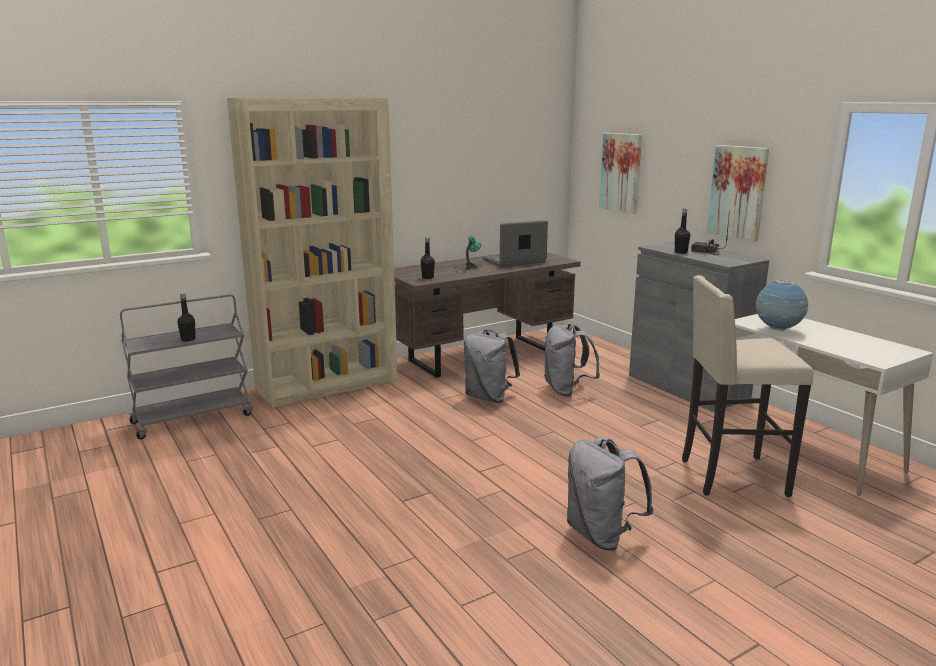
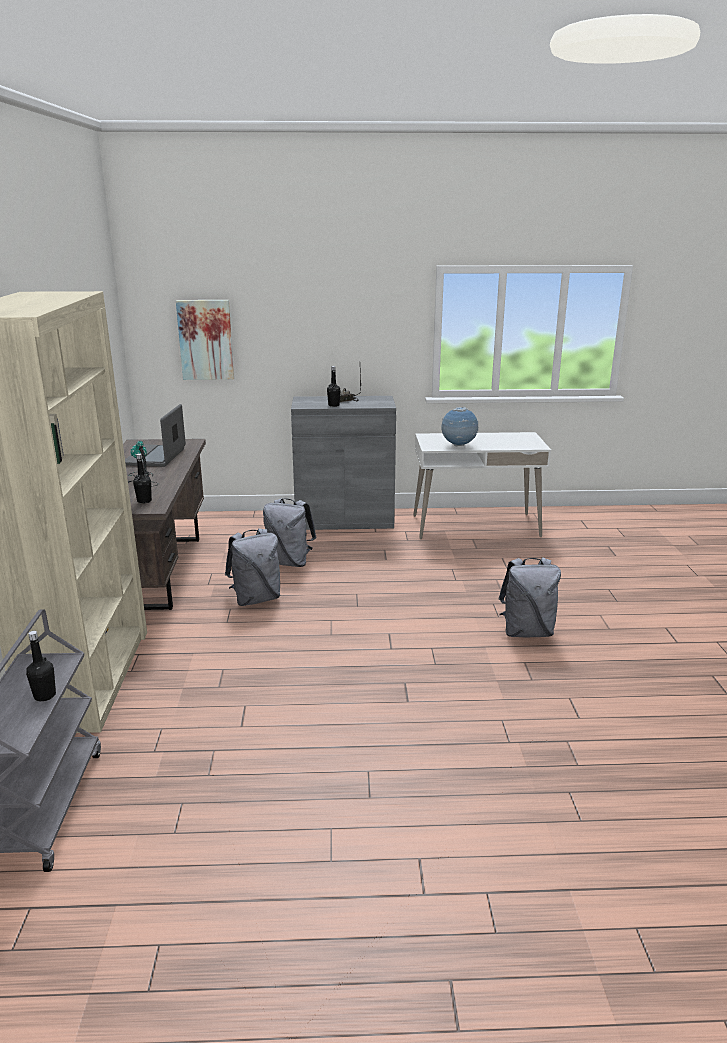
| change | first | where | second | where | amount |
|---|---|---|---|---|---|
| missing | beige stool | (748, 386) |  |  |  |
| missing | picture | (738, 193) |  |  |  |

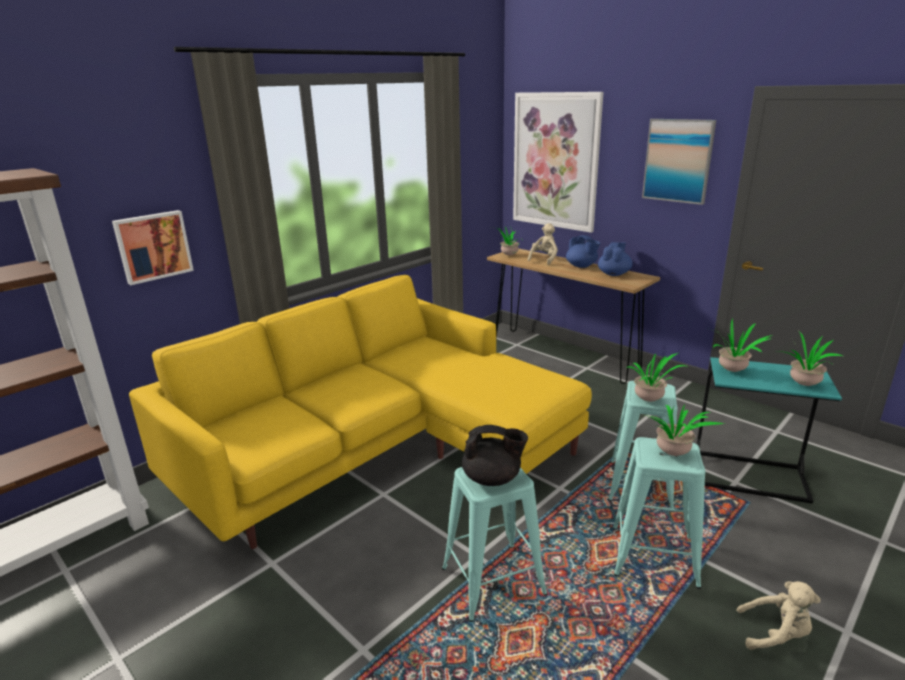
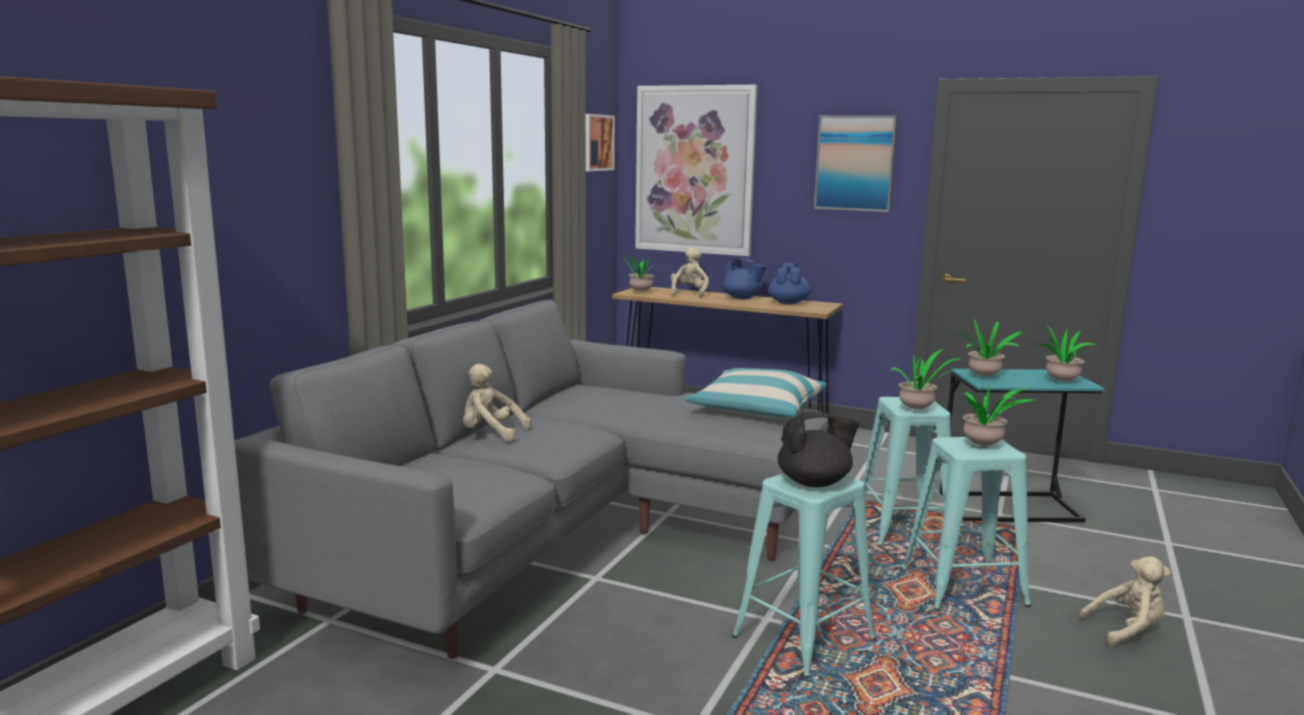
| change | first | where | second | where | amount |
|---|---|---|---|---|---|
| colour | yellow sofa | (360, 412) | grey sofa | (531, 479) |  |
| appeared |  |  | beige plush toy | (497, 402) |  |
| relocated | picture | (153, 247) |  | (600, 142) |  |
| appeared |  |  | pillow | (756, 393) |  |

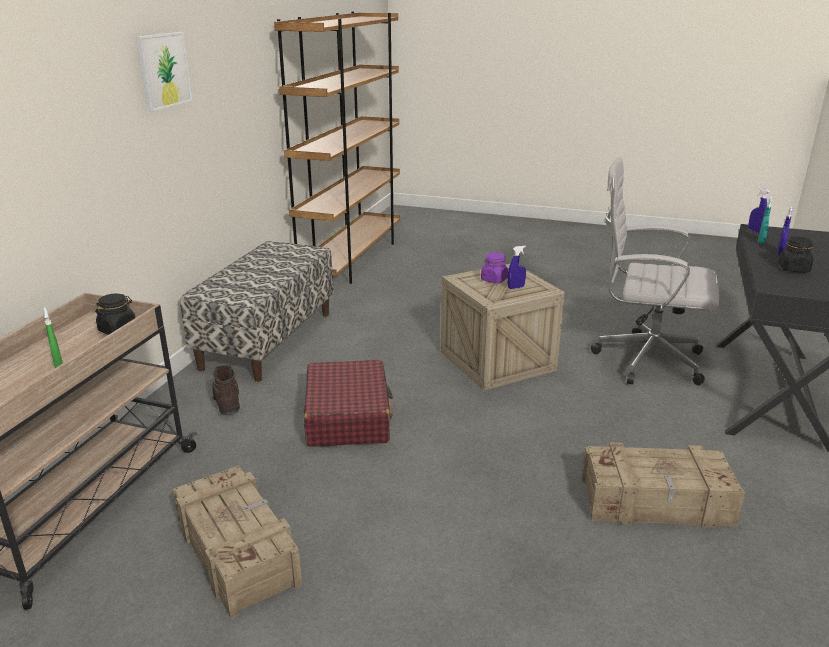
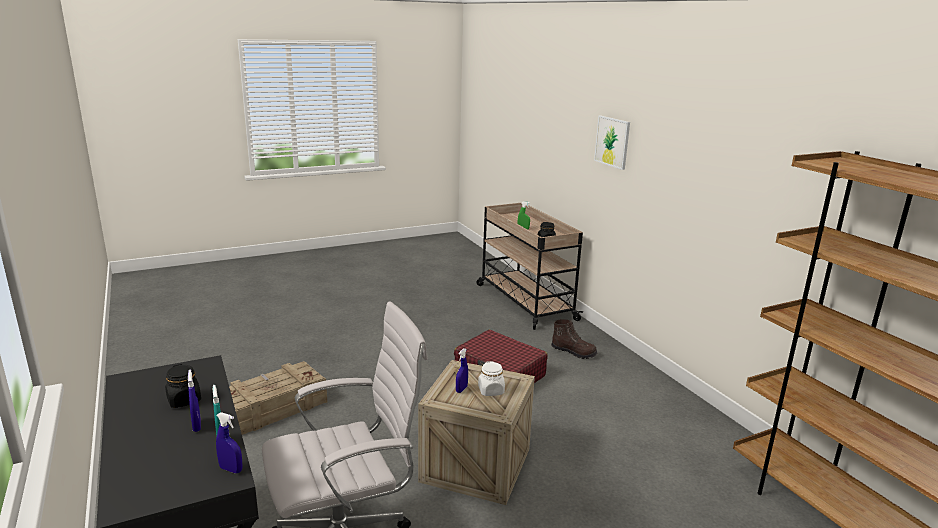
| change | first | where | second | where | amount |
|---|---|---|---|---|---|
| colour | purple jar | (494, 267) | white jar | (491, 378) |  |
| relocated | picture | (164, 72) |  | (612, 143) |  |
| missing | crate | (237, 542) |  |  |  |
| missing | bench | (257, 311) |  |  |  |

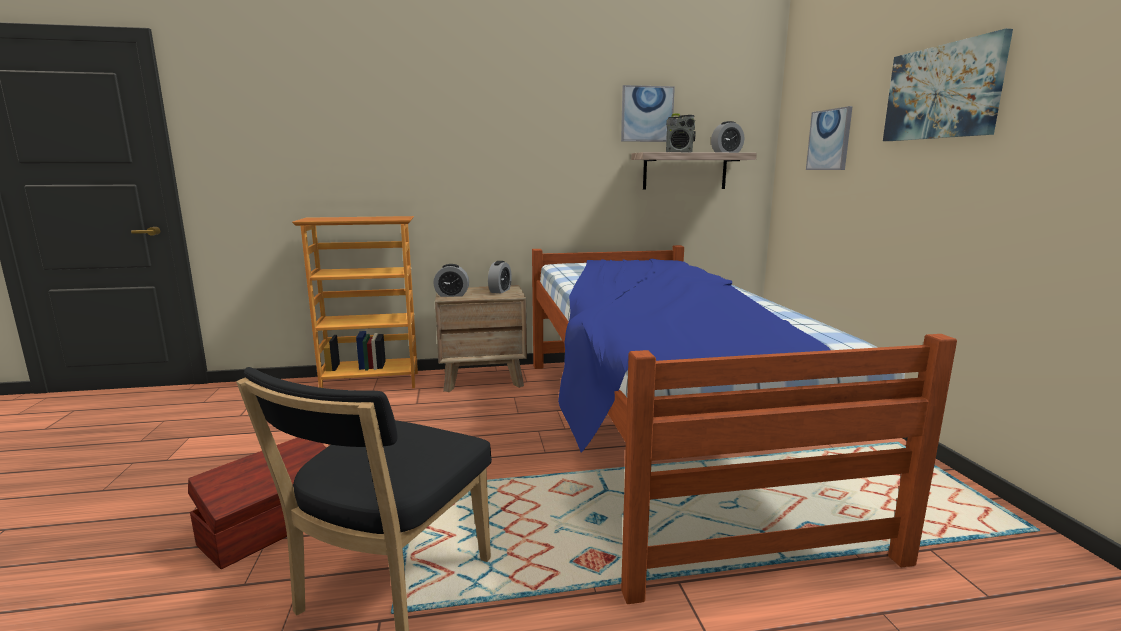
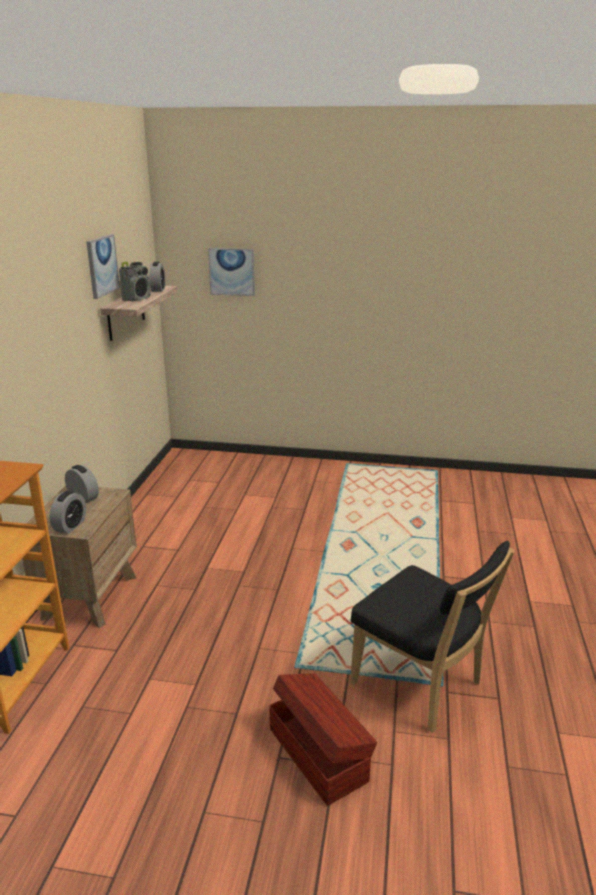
| change | first | where | second | where | amount |
|---|---|---|---|---|---|
| missing | bed | (744, 424) |  |  |  |
| missing | picture | (948, 85) |  |  |  |

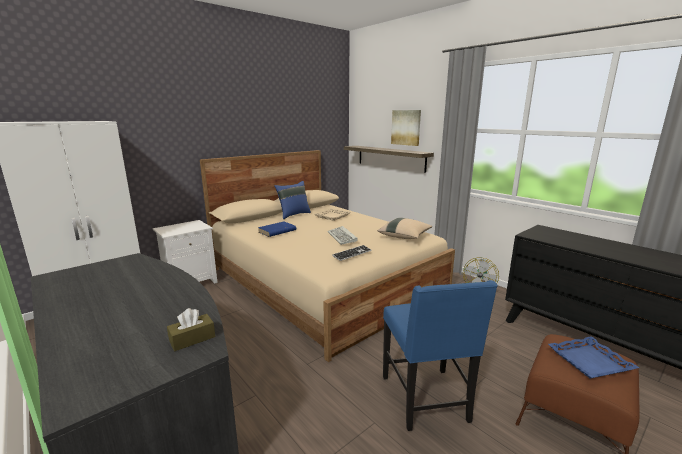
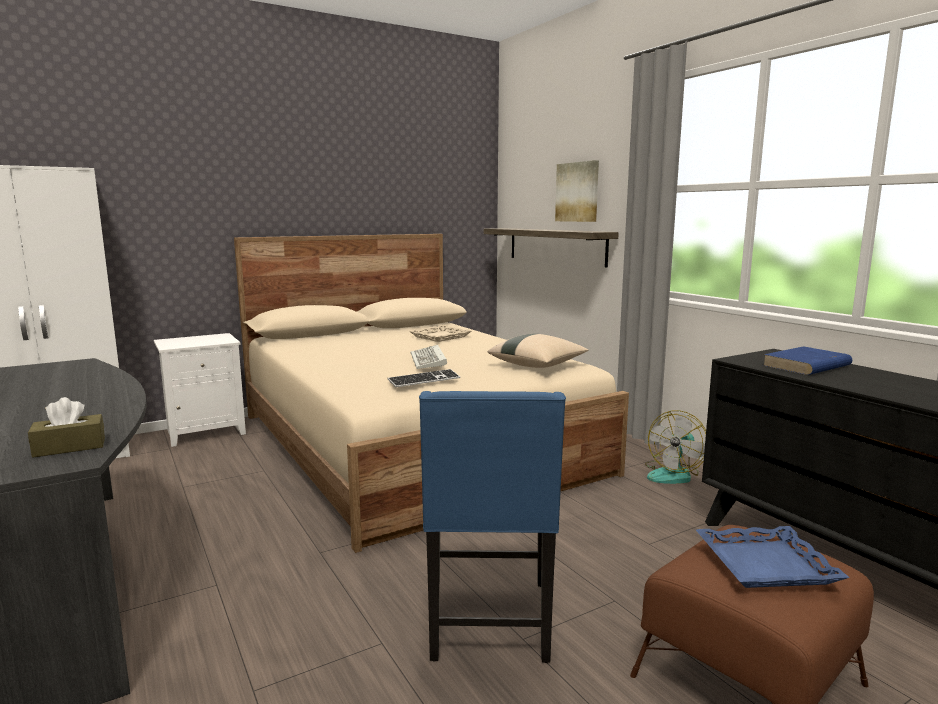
| change | first | where | second | where | amount |
|---|---|---|---|---|---|
| relocated | blue book | (277, 229) |  | (807, 360) |  |
| missing | blue pillow | (292, 200) |  |  |  |

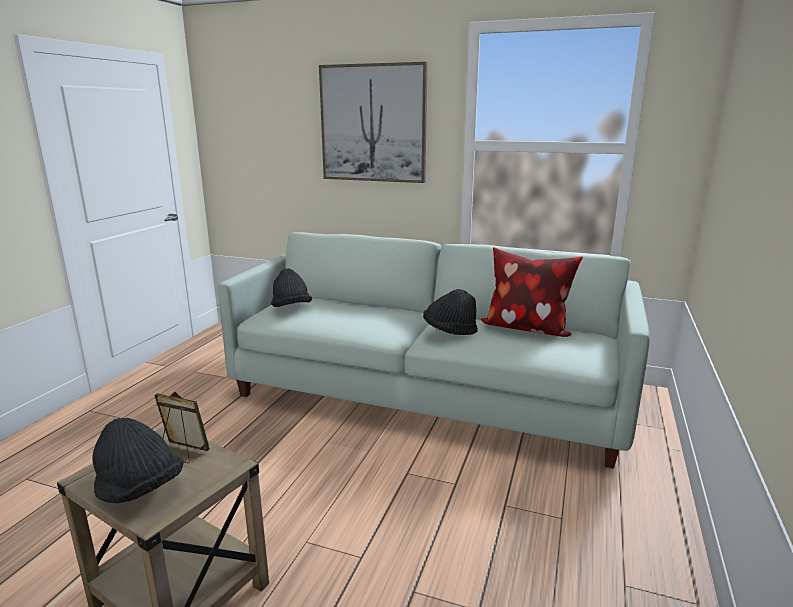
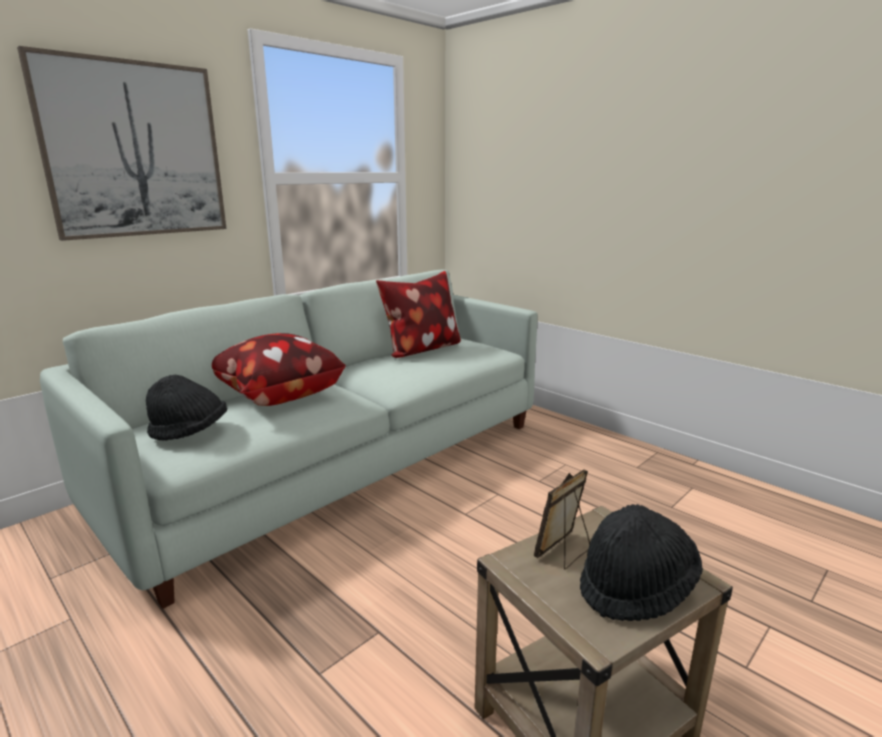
| change | first | where | second | where | amount |
|---|---|---|---|---|---|
| appeared |  |  | pillow | (278, 369) |  |
| missing | black hat | (450, 312) |  |  |  |

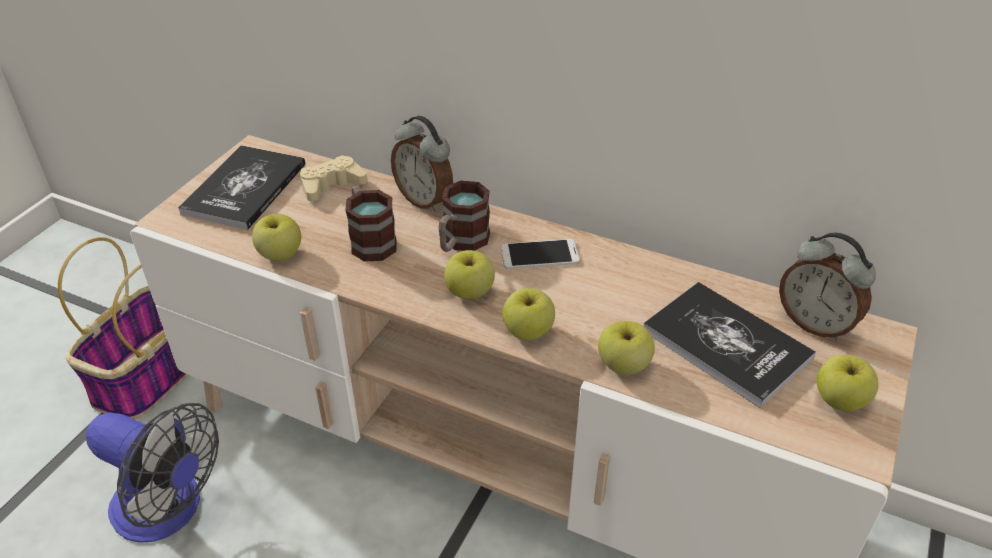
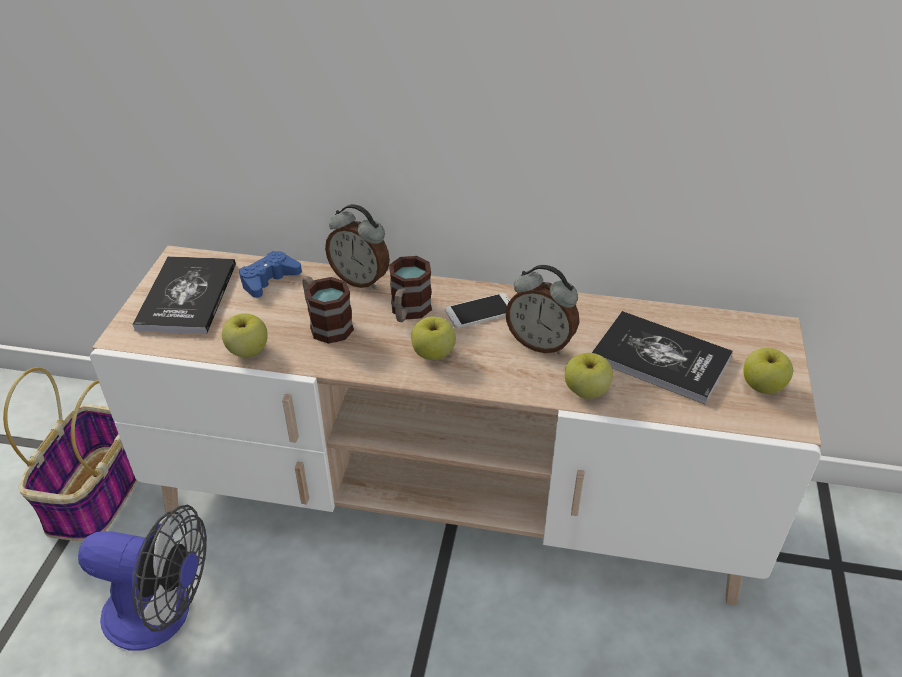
| change | first | where | second | where | amount |
|---|---|---|---|---|---|
| colour | beige game controller | (333, 178) | blue game controller | (270, 274) |  |
| relocated | alarm clock | (827, 286) |  | (542, 309) |  |
| missing | apple | (529, 314) |  |  |  |

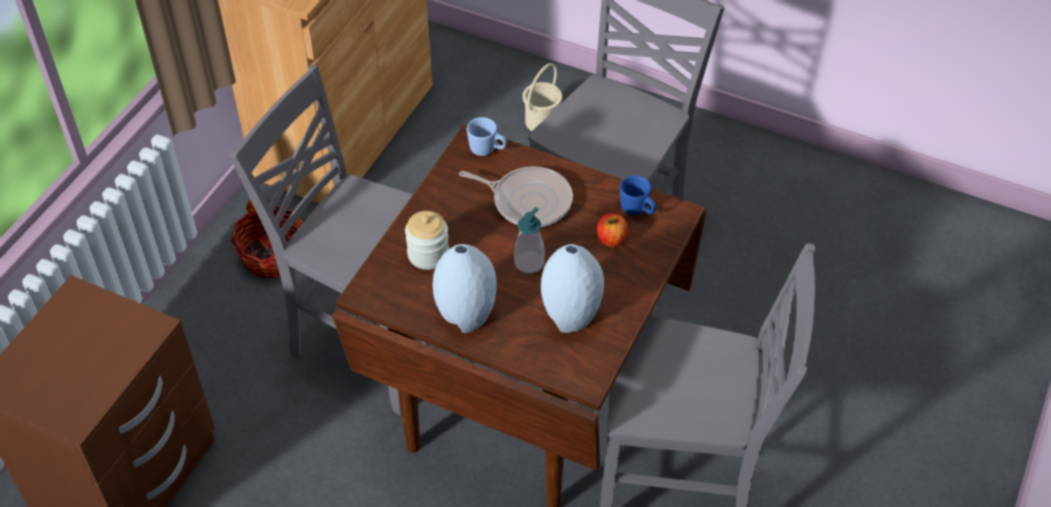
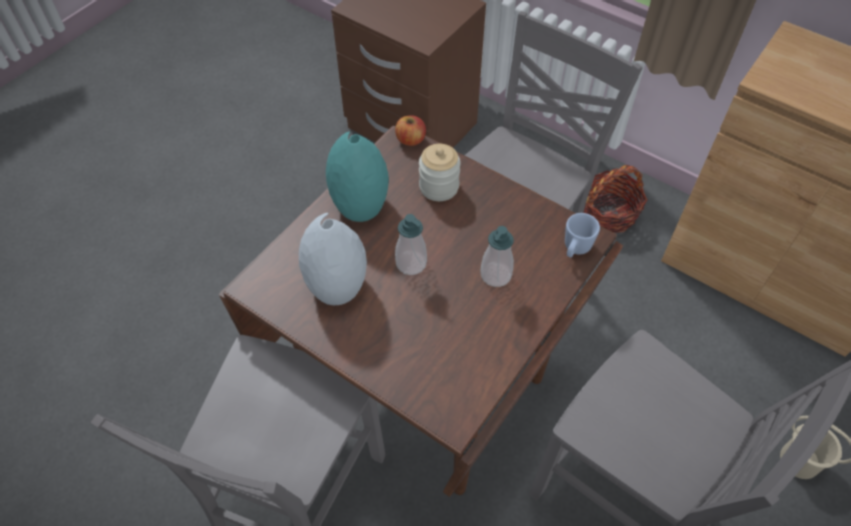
| change | first | where | second | where | amount |
|---|---|---|---|---|---|
| colour | grey vase | (464, 288) | turquoise vase | (357, 177) |  |
| relocated | apple | (612, 230) |  | (410, 130) |  |
| exchanged | frying pan | (516, 196) | soap dispenser | (497, 256) |  |
| missing | blue mug | (638, 195) |  |  |  |

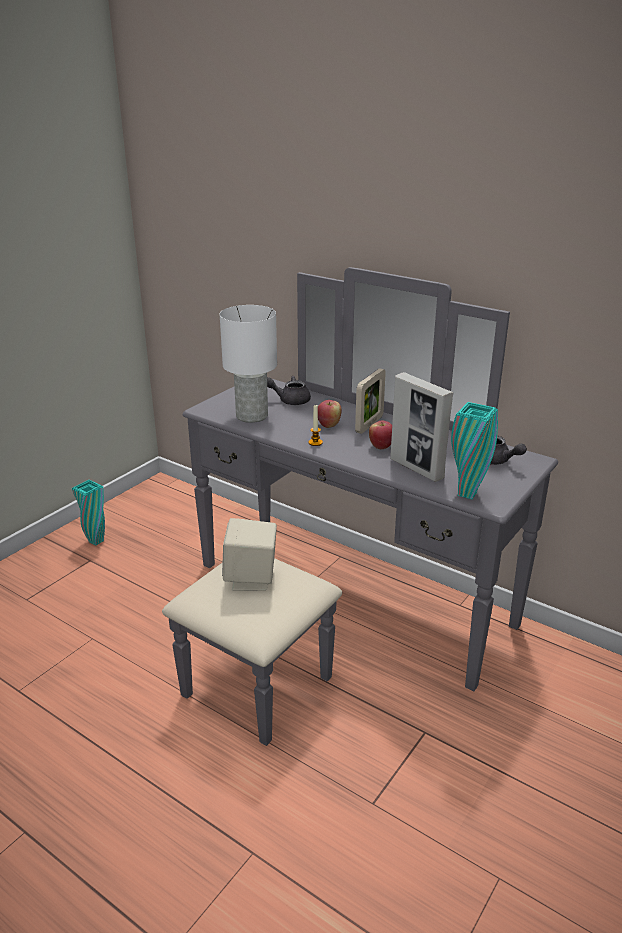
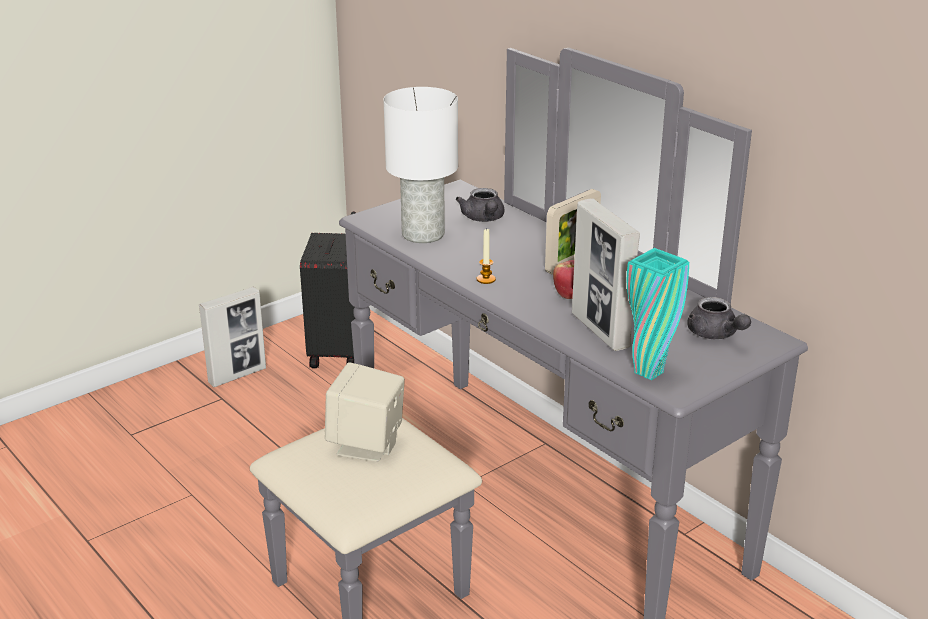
| change | first | where | second | where | amount |
|---|---|---|---|---|---|
| exchanged | turquoise vase | (88, 513) | picture frame | (232, 337) |  |
| appeared |  |  | black suitcase | (328, 289) |  |
| spun | grey teapot | (289, 390) |  | (480, 205) | 120 degrees counterclockwise |
| missing | apple | (329, 414) |  |  |  |

